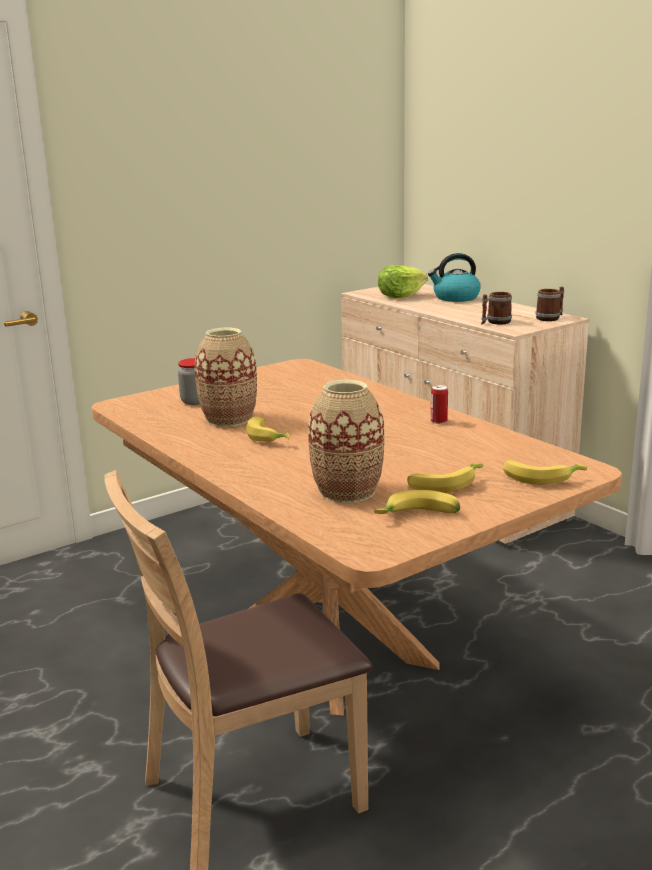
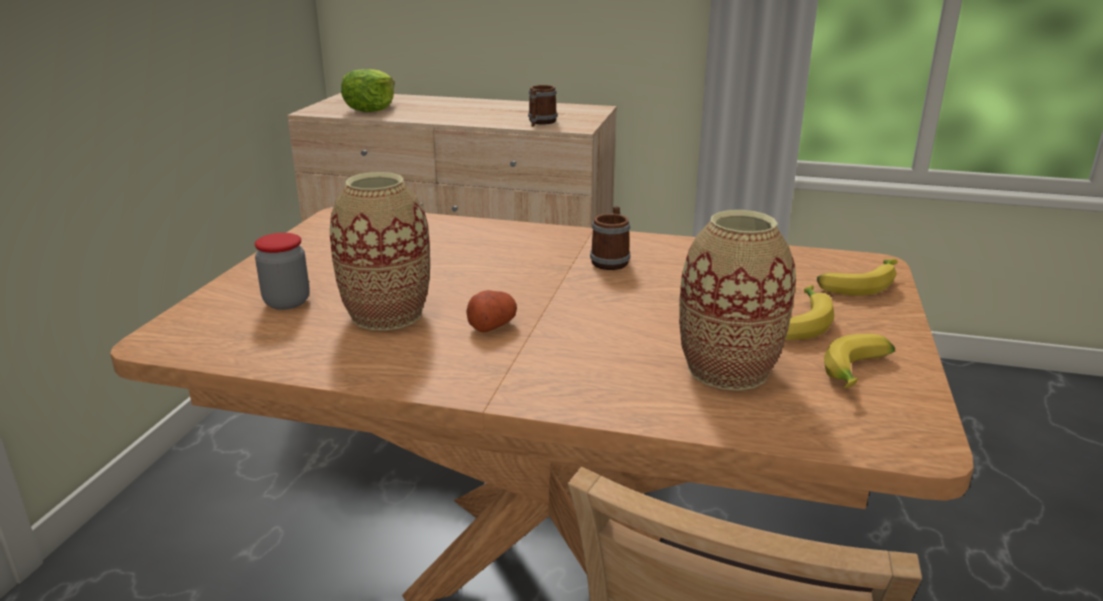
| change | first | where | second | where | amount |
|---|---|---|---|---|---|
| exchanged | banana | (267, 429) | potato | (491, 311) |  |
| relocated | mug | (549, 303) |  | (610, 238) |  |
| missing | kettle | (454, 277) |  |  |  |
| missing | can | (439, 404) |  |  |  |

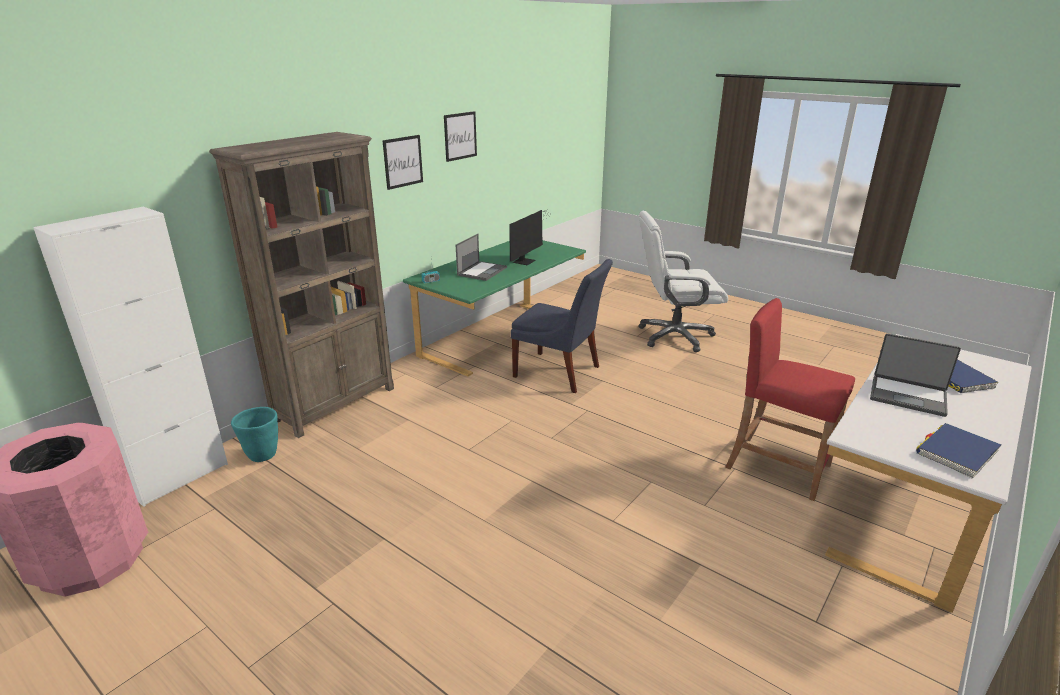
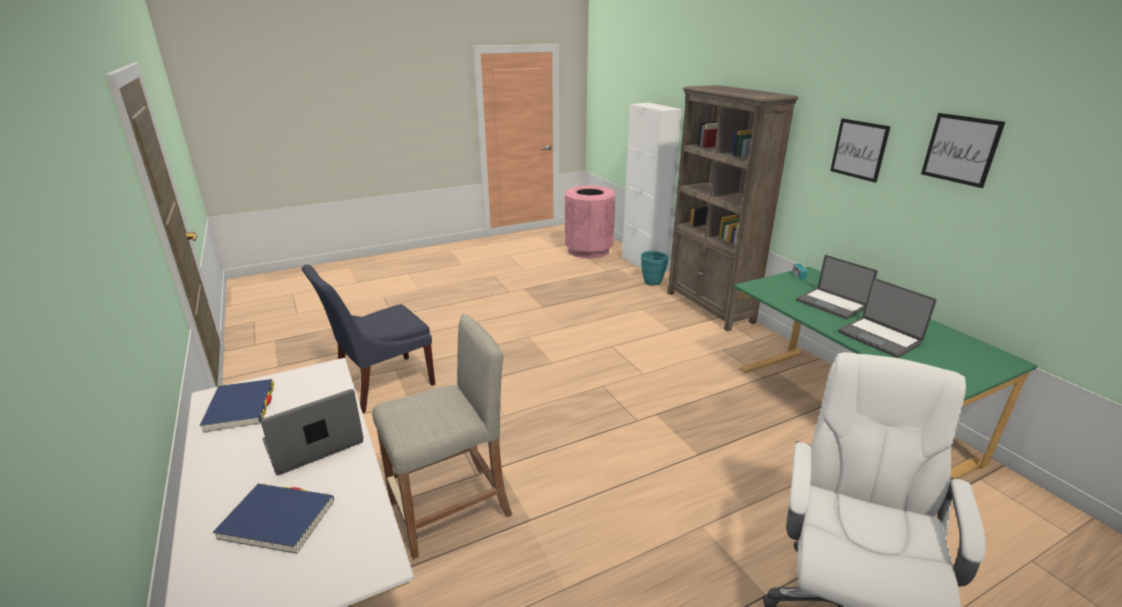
| change | first | where | second | where | amount |
|---|---|---|---|---|---|
| relocated | blue chair | (562, 326) |  | (368, 339) |  |
| colour | red stool | (790, 399) | beige stool | (442, 436) |  |
| exchanged | monitor | (530, 237) | laptop | (887, 318) |  |

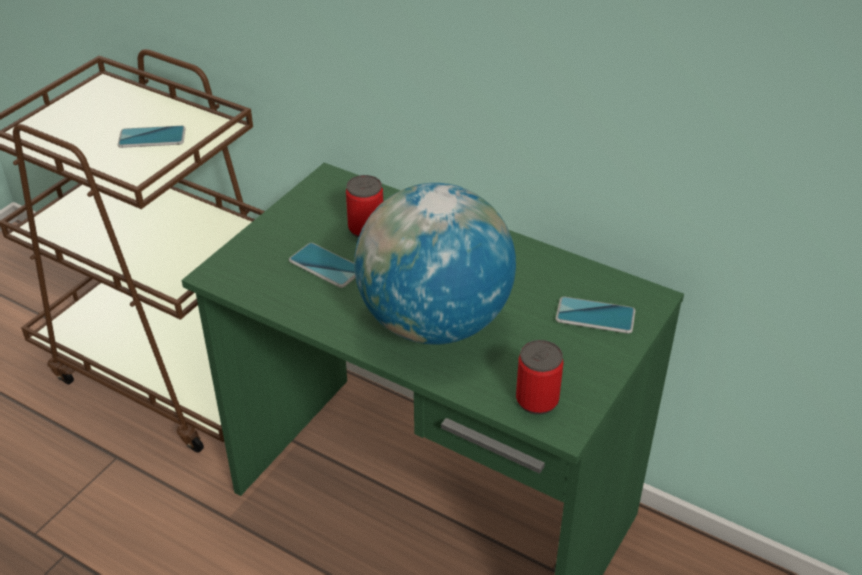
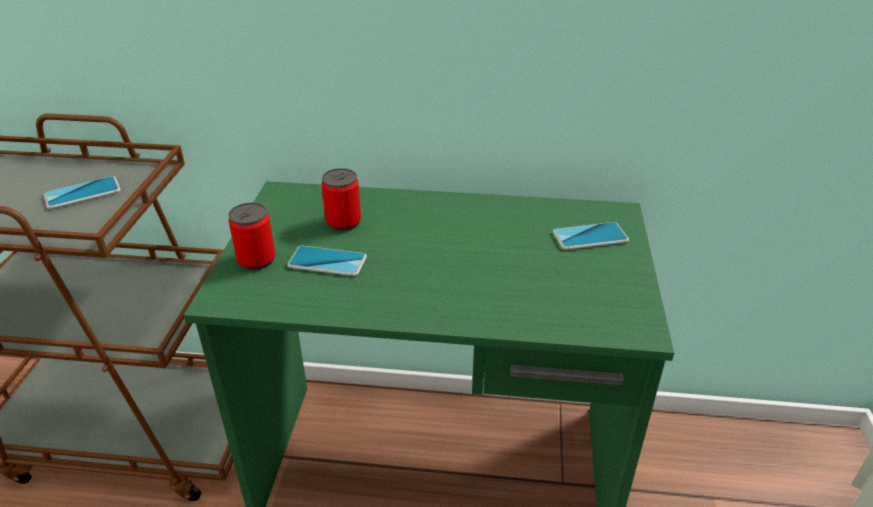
| change | first | where | second | where | amount |
|---|---|---|---|---|---|
| relocated | can | (539, 377) |  | (251, 236) |  |
| missing | globe | (435, 264) |  |  |  |

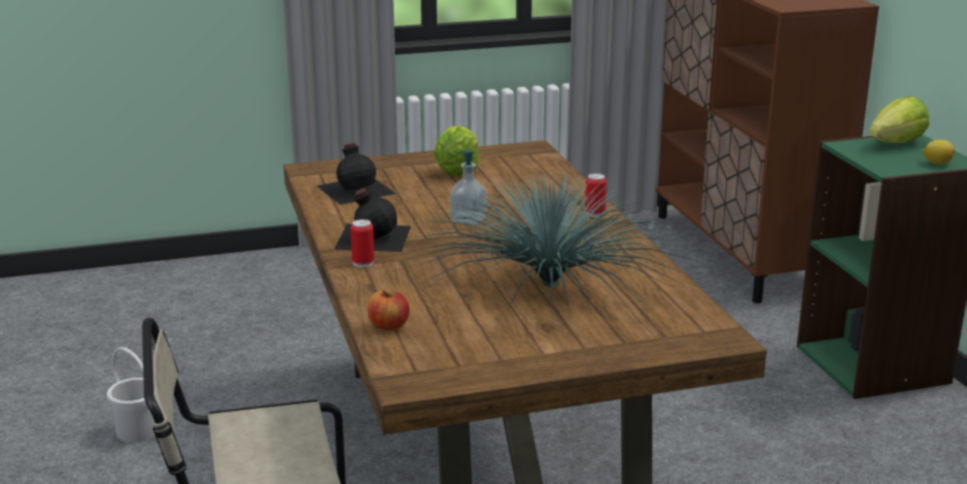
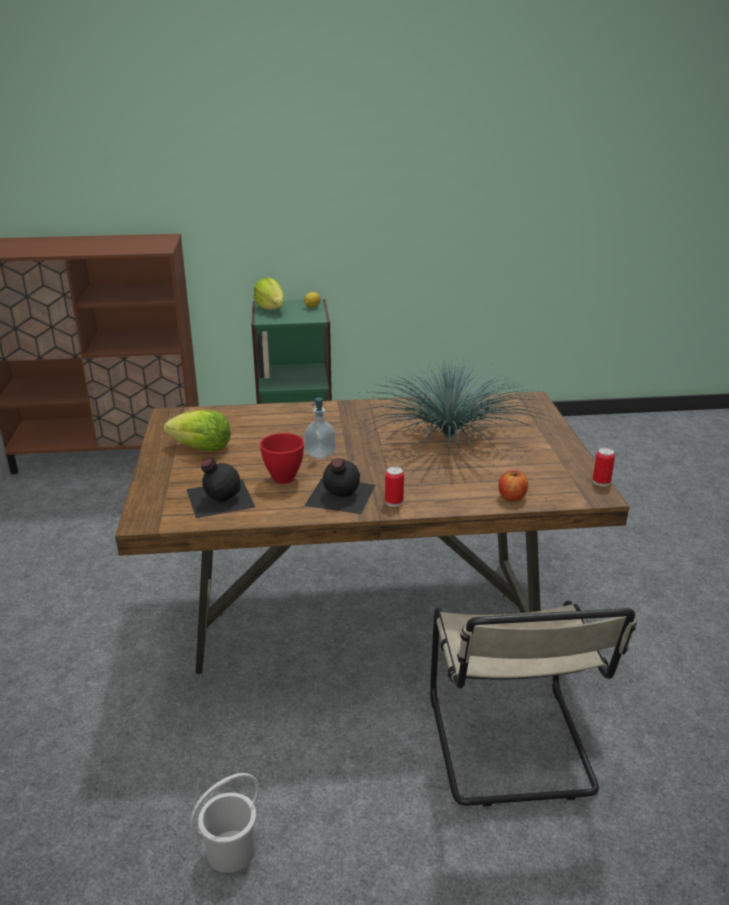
| change | first | where | second | where | amount |
|---|---|---|---|---|---|
| appeared |  |  | red bowl | (282, 458) |  |
| relocated | can | (595, 195) |  | (604, 467) |  |

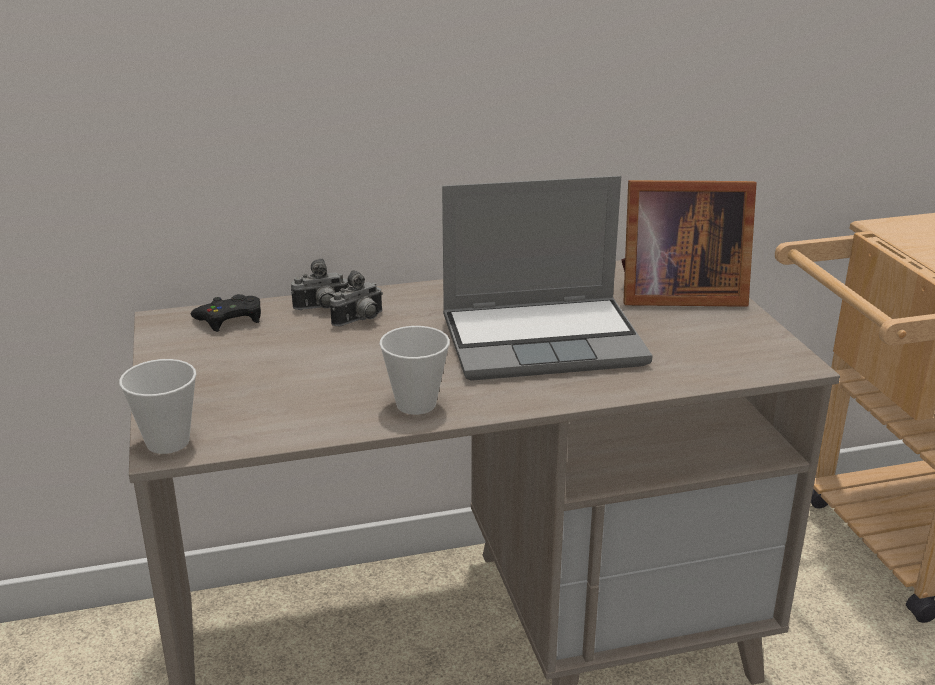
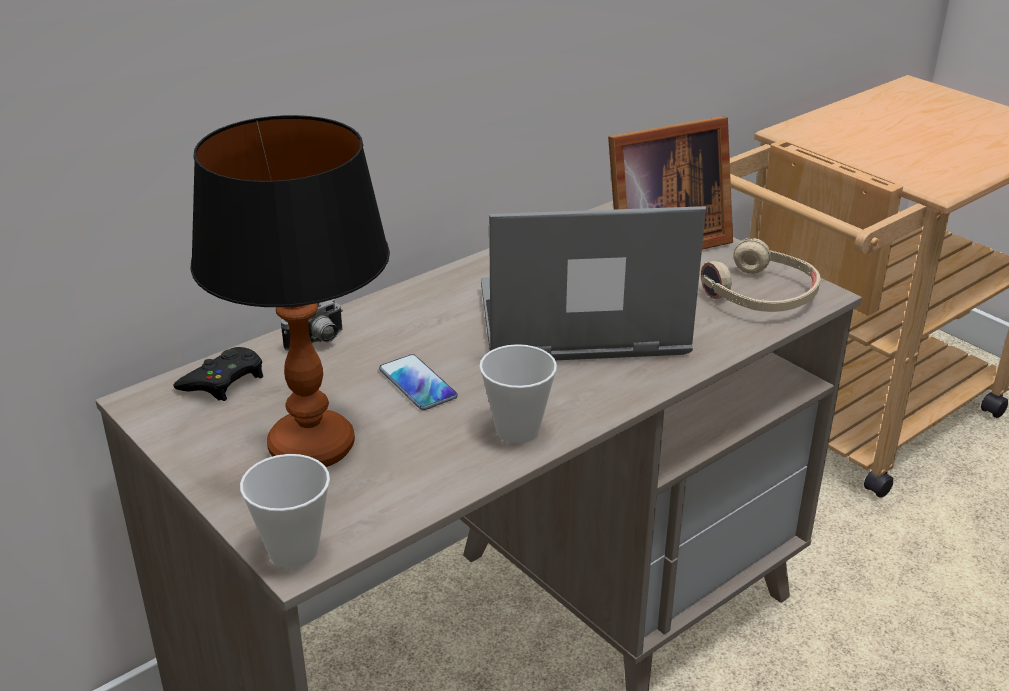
| change | first | where | second | where | amount |
|---|---|---|---|---|---|
| appeared |  |  | table lamp | (290, 291) |  |
| appeared |  |  | phone | (418, 382) |  |
| spun | laptop | (547, 278) |  | (593, 283) | 150 degrees counterclockwise |
| appeared |  |  | beige headphones | (760, 275) |  |
| missing | photo camera | (356, 298) |  |  |  |

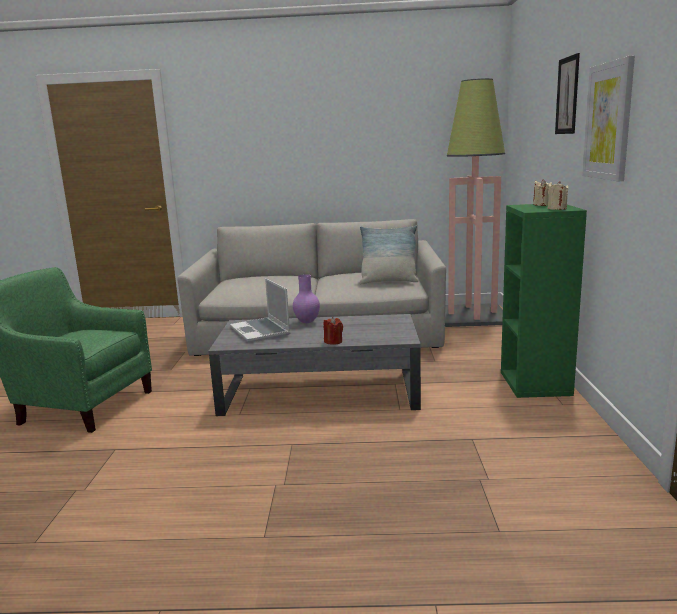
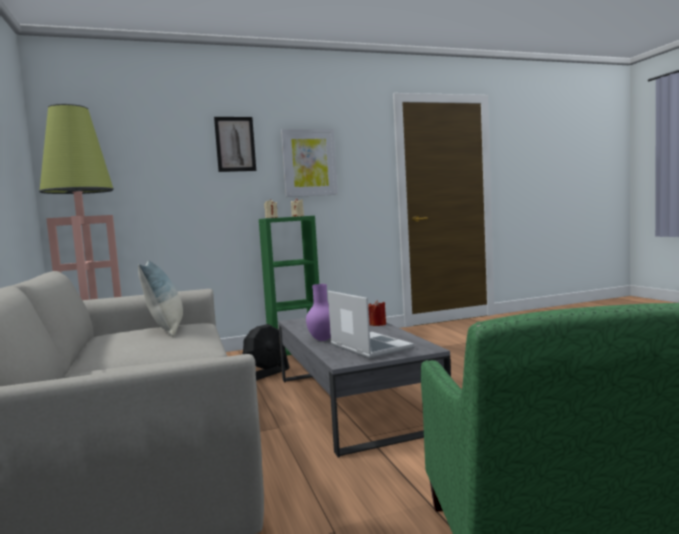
| change | first | where | second | where | amount |
|---|---|---|---|---|---|
| appeared |  |  | black fan | (265, 352) |  |
| spun | laptop | (260, 310) |  | (371, 325) | 75 degrees counterclockwise |

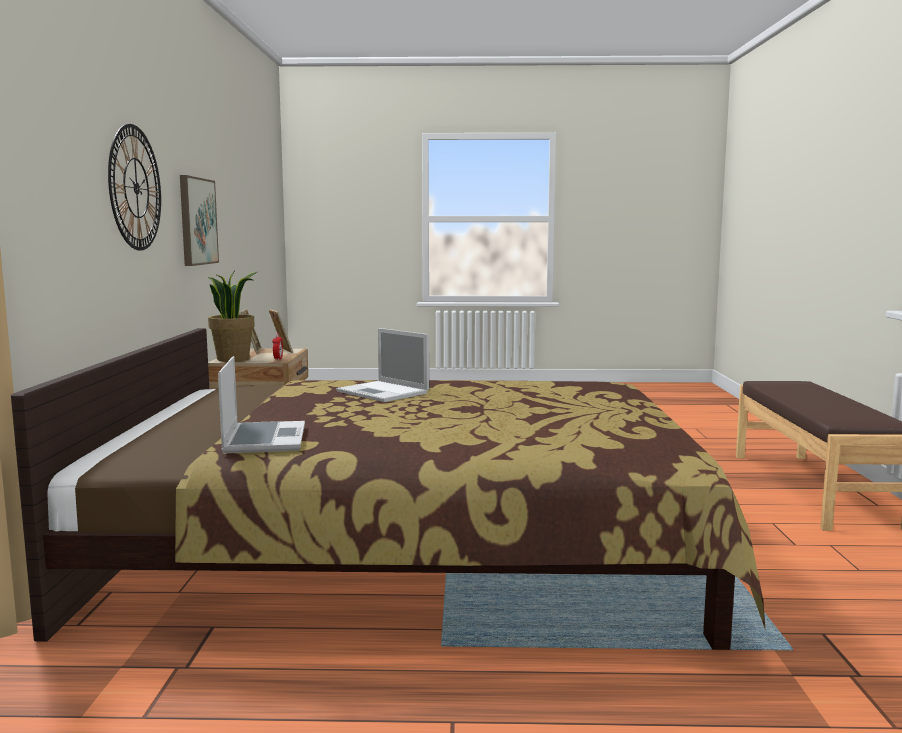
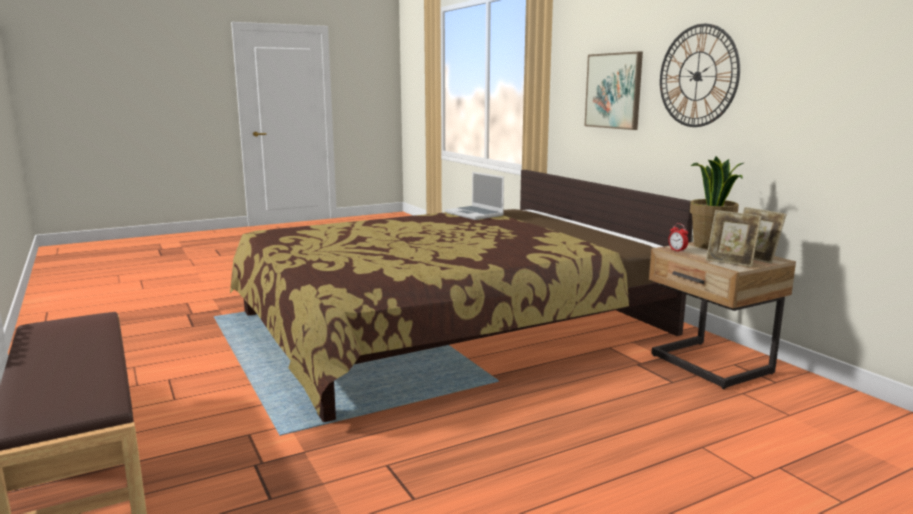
| change | first | where | second | where | amount |
|---|---|---|---|---|---|
| relocated | picture | (199, 220) |  | (614, 90) |  |
| missing | laptop | (382, 365) |  |  |  |

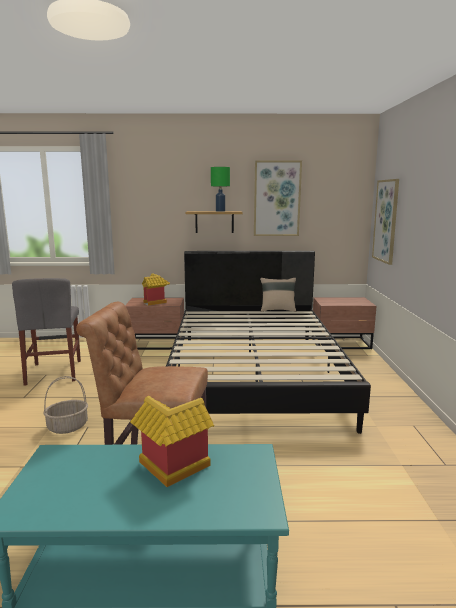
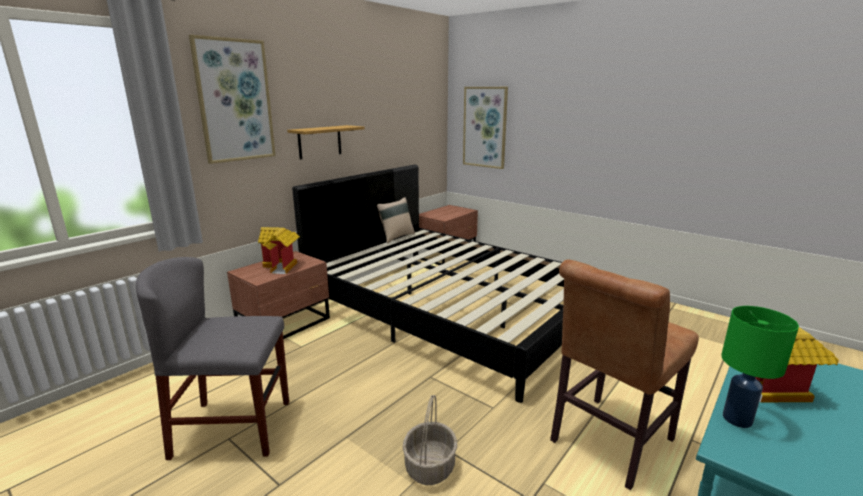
| change | first | where | second | where | amount |
|---|---|---|---|---|---|
| spun | grey chair | (46, 332) |  | (212, 358) | 150 degrees clockwise |
| relocated | picture | (278, 198) |  | (232, 99) |  |
| relocated | green table lamp | (220, 189) |  | (760, 367) |  |

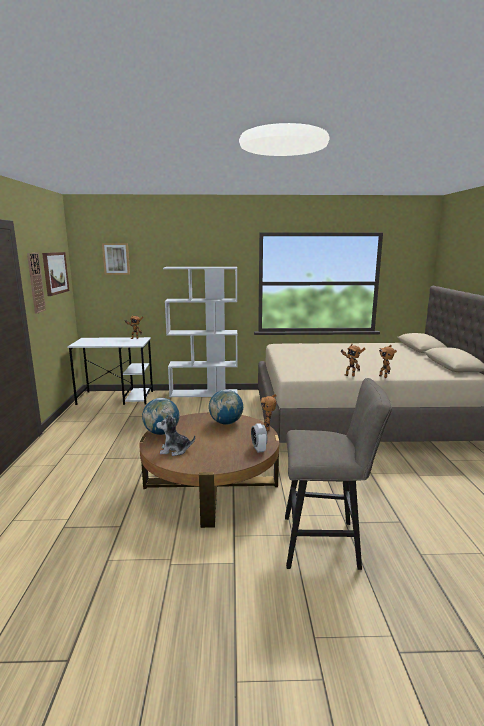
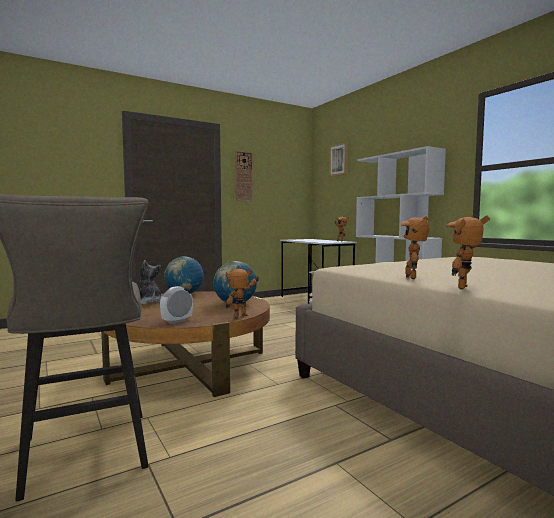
| change | first | where | second | where | amount |
|---|---|---|---|---|---|
| missing | picture | (55, 274) |  |  |  |

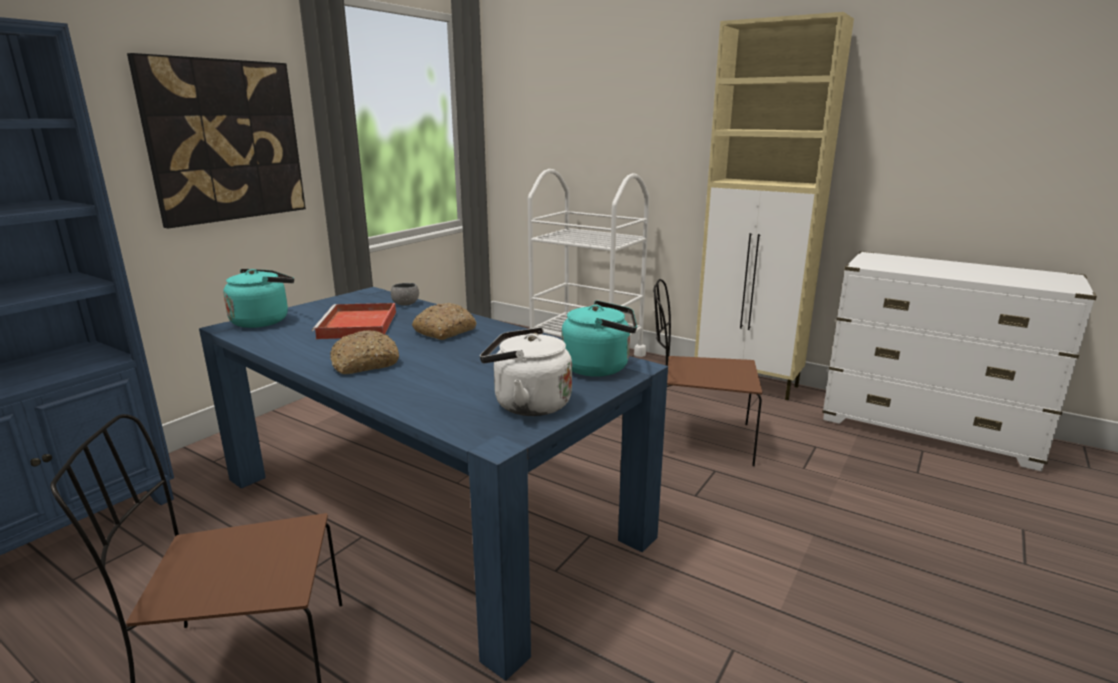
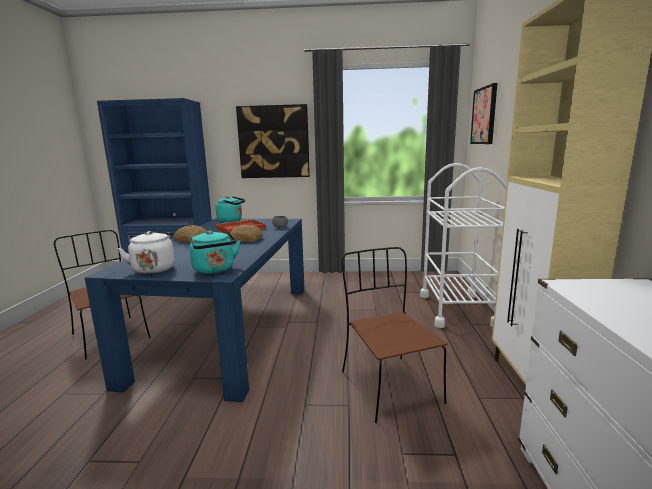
| change | first | where | second | where | amount |
|---|---|---|---|---|---|
| appeared |  |  | picture | (483, 113) |  |

